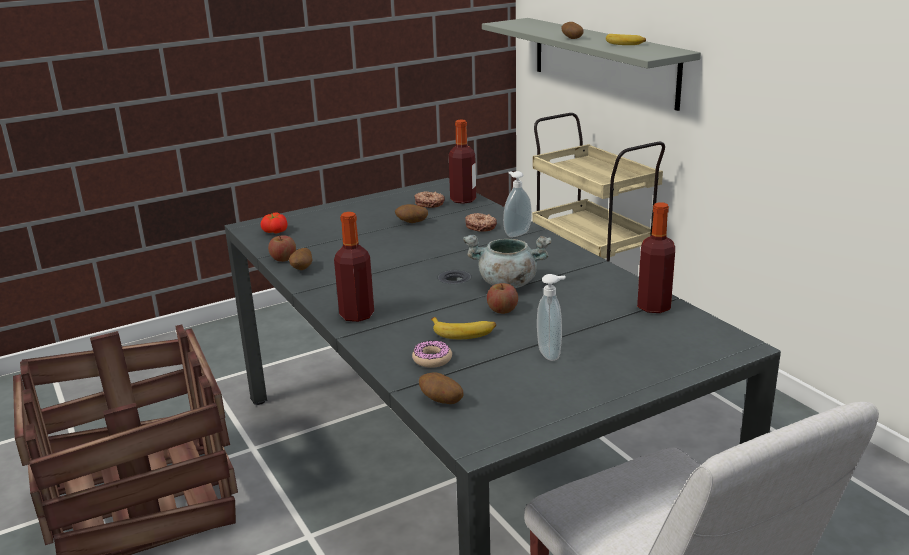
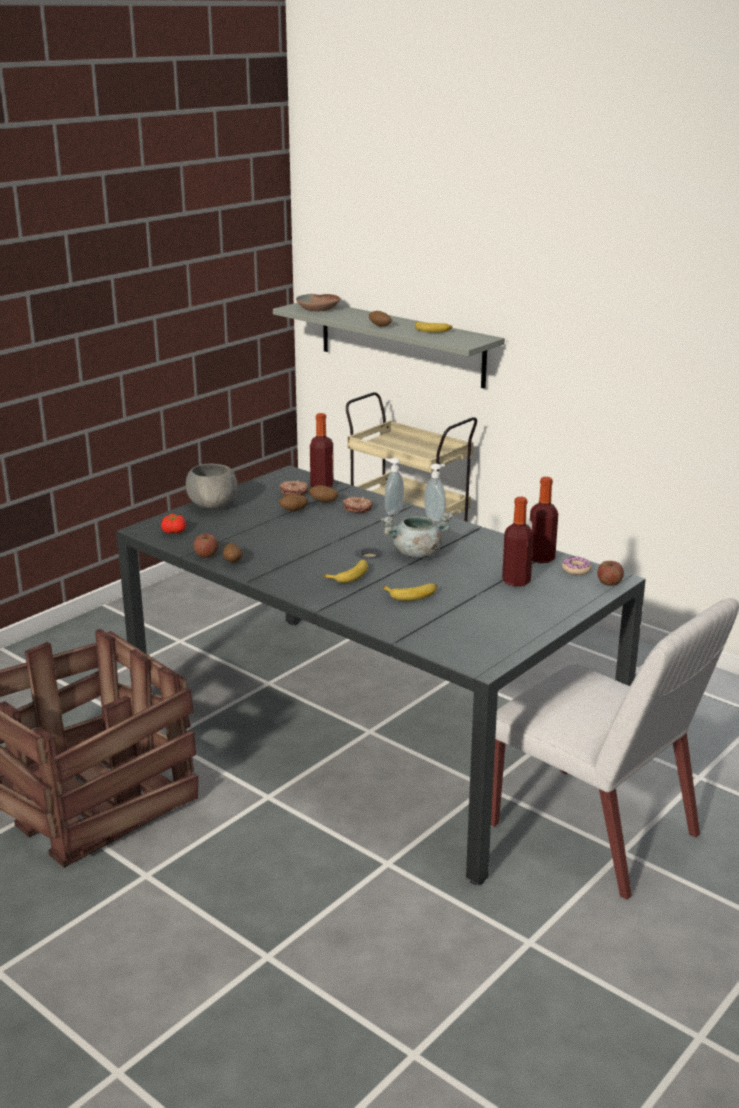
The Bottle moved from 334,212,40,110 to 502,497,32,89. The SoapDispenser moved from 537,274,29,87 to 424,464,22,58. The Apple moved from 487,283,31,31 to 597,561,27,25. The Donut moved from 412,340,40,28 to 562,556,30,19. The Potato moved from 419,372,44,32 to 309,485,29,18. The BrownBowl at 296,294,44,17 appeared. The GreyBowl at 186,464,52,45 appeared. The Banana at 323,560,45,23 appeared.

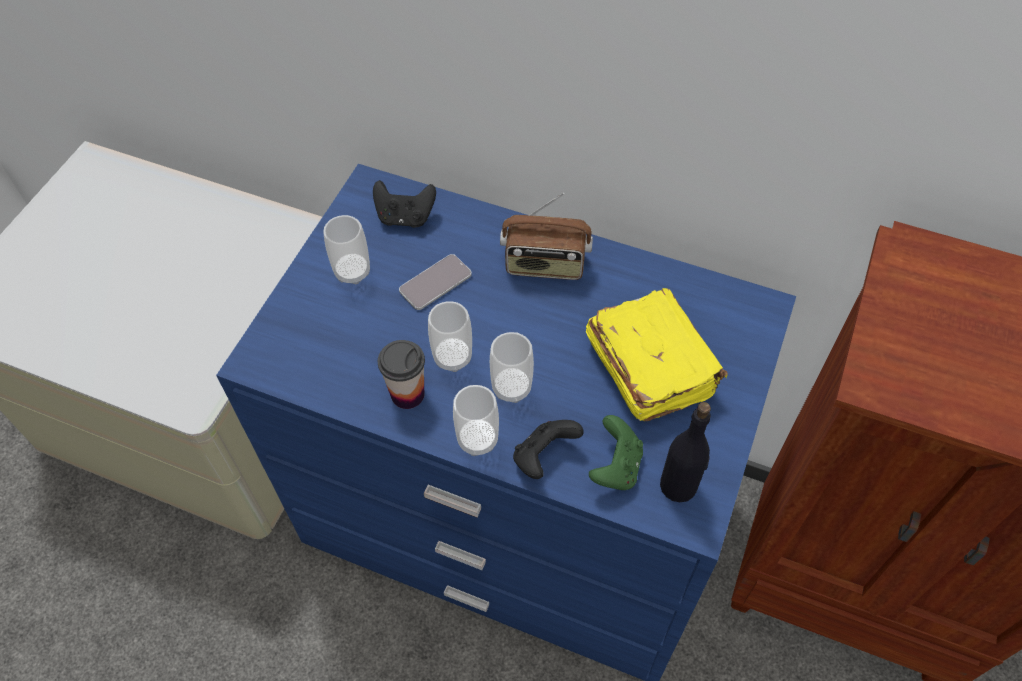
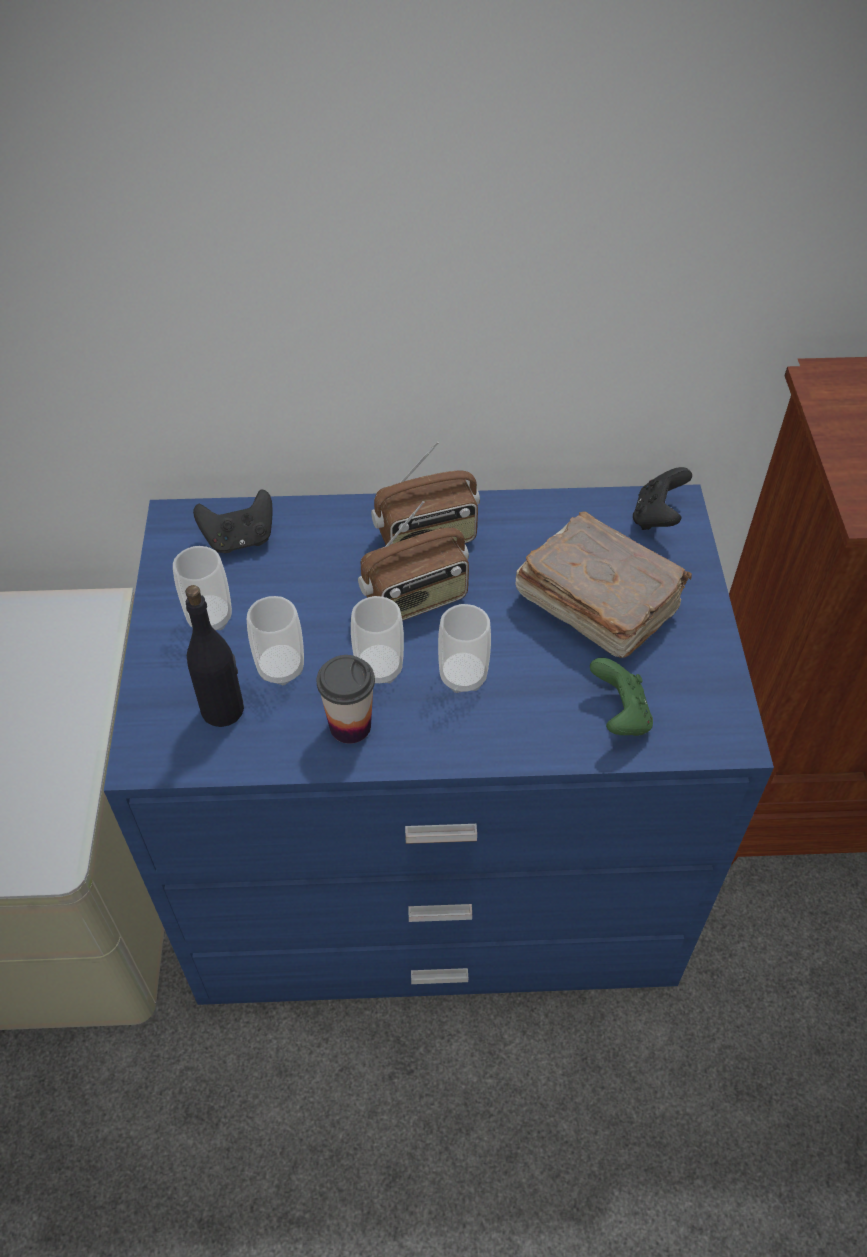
The Phone at 399,254,73,56 disappeared. The YellowBook at 586,288,142,133 became the BrownBook at 515,511,177,147. The Cup moved from 453,385,46,71 to 247,596,57,90. The BlackBottle moved from 660,402,51,100 to 185,585,59,142. The BlackGameController moved from 513,420,71,59 to 633,467,59,63. The Radio at 358,501,111,120 appeared.

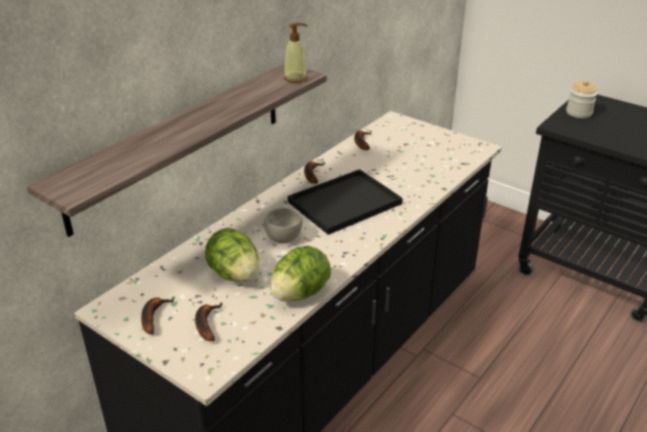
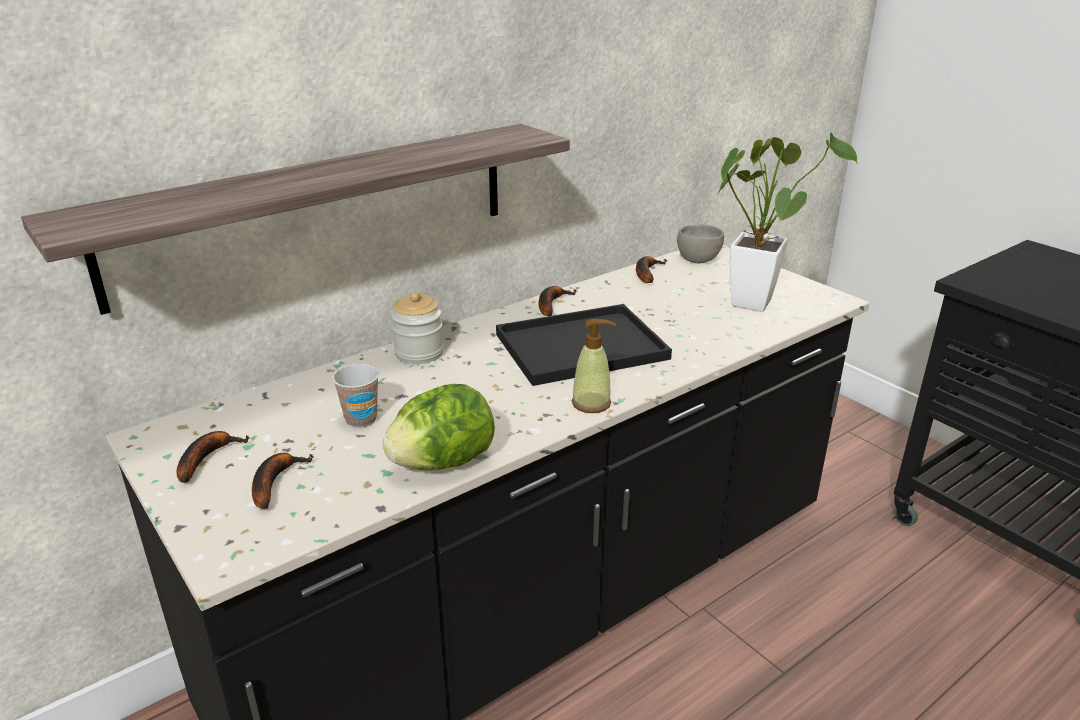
The SoapDispenser moved from 284,23,24,60 to 572,319,44,94. The Jar moved from 566,80,31,38 to 391,292,53,72. The GreyBowl moved from 264,208,38,36 to 677,224,47,39. The Lettuce at 205,228,54,54 was replaced by the Cup at 332,364,47,64. The PottedPlant at 716,133,141,179 appeared.

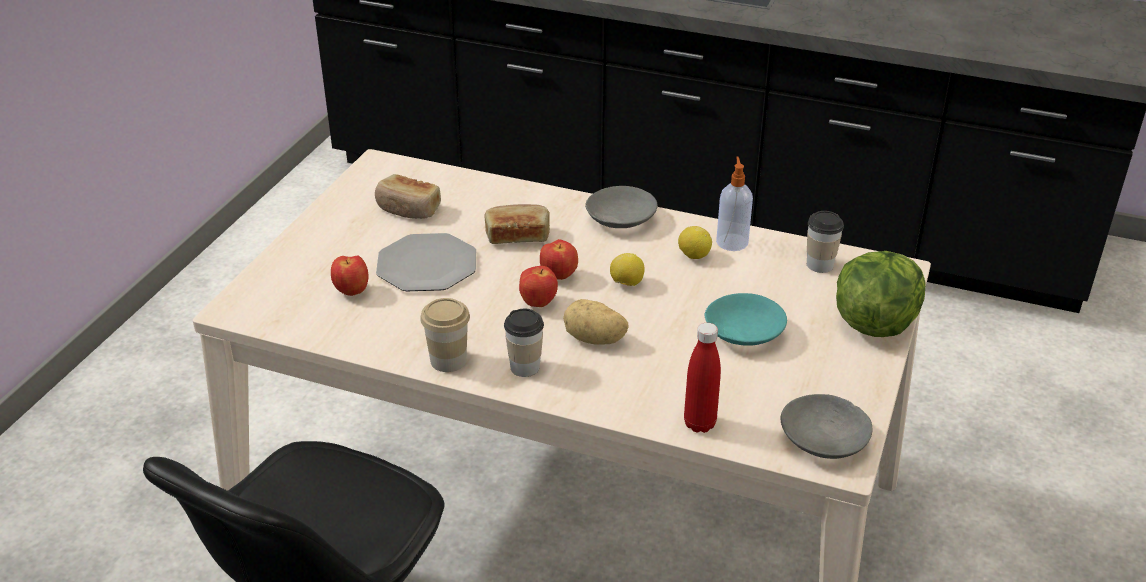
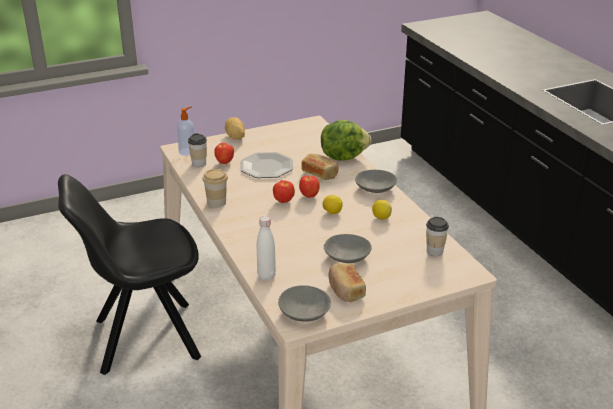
The SoapDispenser moved from 716,156,37,95 to 177,106,17,50. The Bread moved from 375,174,66,45 to 329,263,37,39. The Lettuce moved from 836,251,90,86 to 321,120,50,41. The TurquoiseBowl at 705,293,82,53 became the GreyBowl at 324,234,48,29. The Potato moved from 563,299,65,46 to 225,117,20,23. The Cup moved from 504,309,40,68 to 188,133,19,34. The RedBottle at 684,323,37,110 became the WhiteBottle at 257,216,19,65.

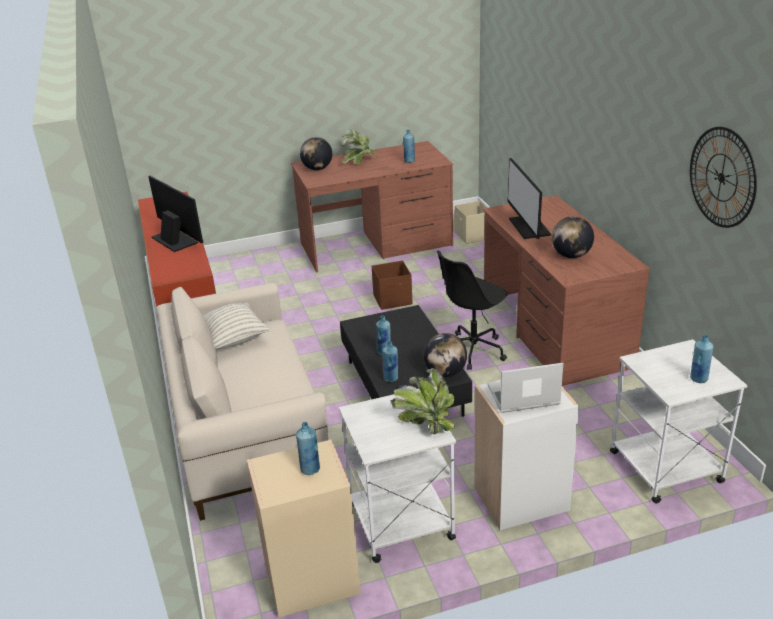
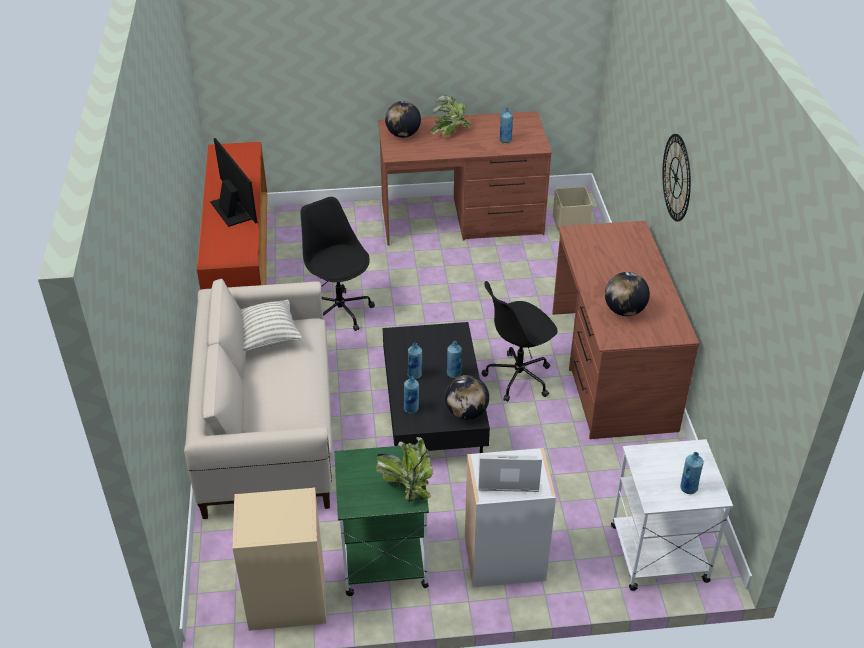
The WallClock moved from 690,127,67,101 to 662,134,29,88. The Monitor at 507,158,44,81 disappeared. The BrownStorageBox at 372,260,40,50 disappeared. The WhiteCart at 339,389,117,174 became the GreenCart at 334,444,95,152. The BlueBottle moved from 296,422,24,53 to 447,341,15,37. The BlackOfficeChair at 301,197,74,134 appeared.

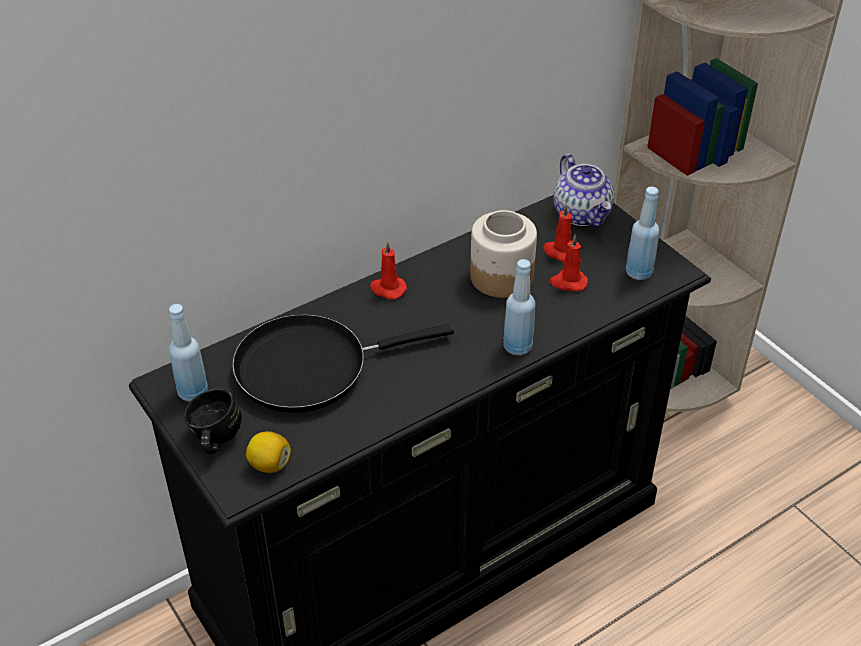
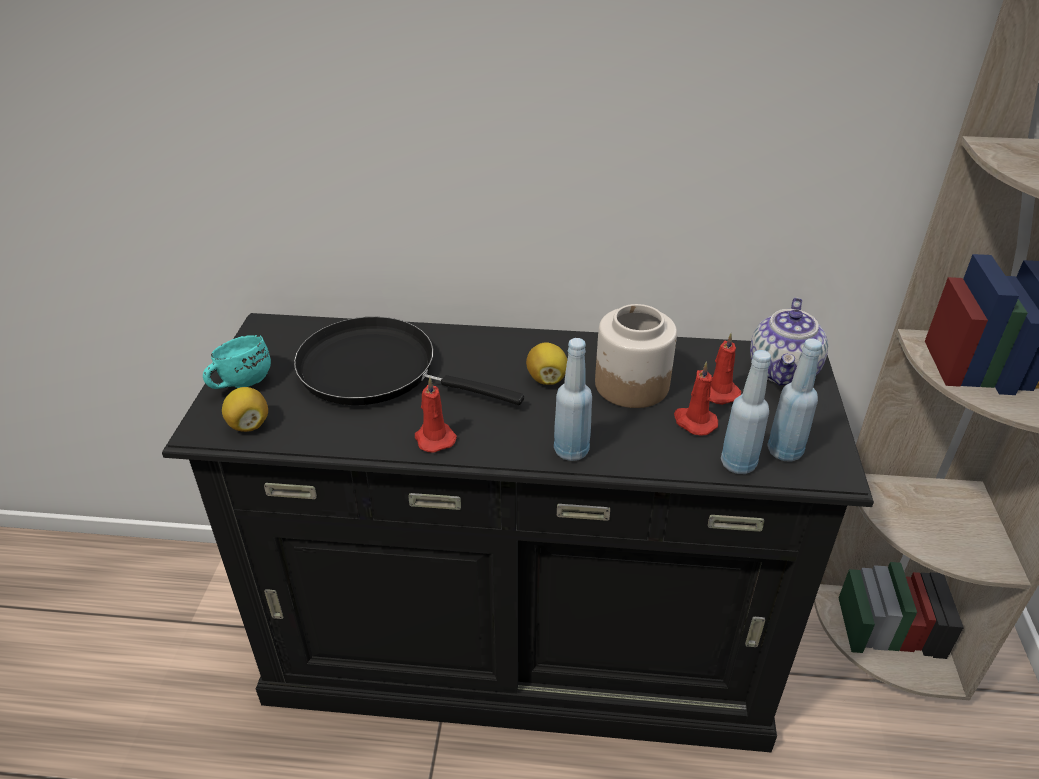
The RedCandle moved from 370,241,37,59 to 415,377,42,76. The BlueBottle moved from 169,304,39,98 to 721,350,50,124. The BlackMug at 184,388,58,66 became the TurquoiseMug at 203,335,68,54. The Lemon at 526,342,41,43 appeared.

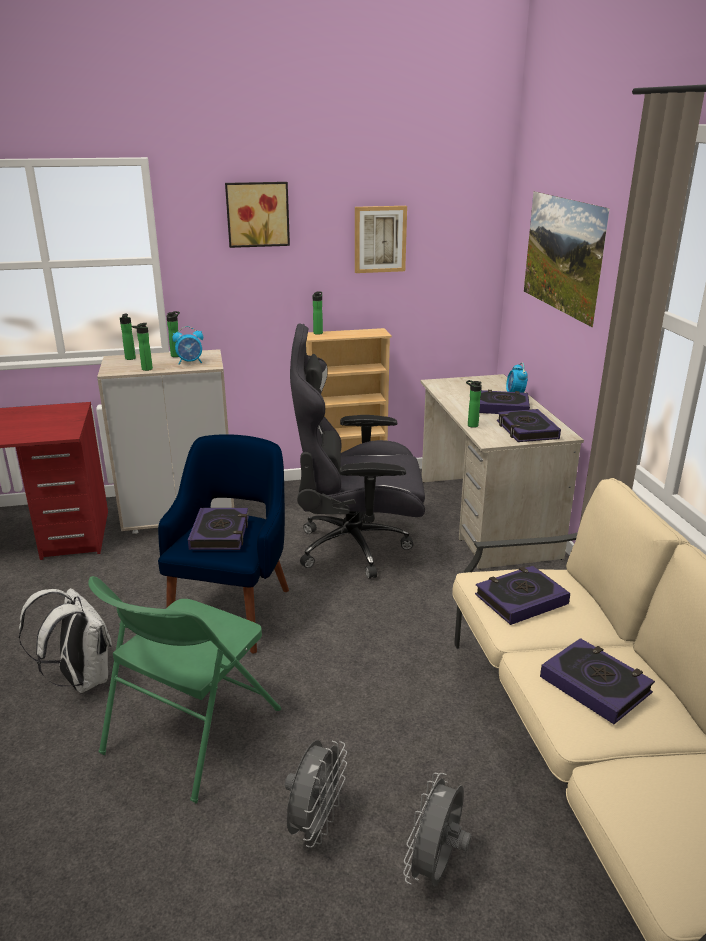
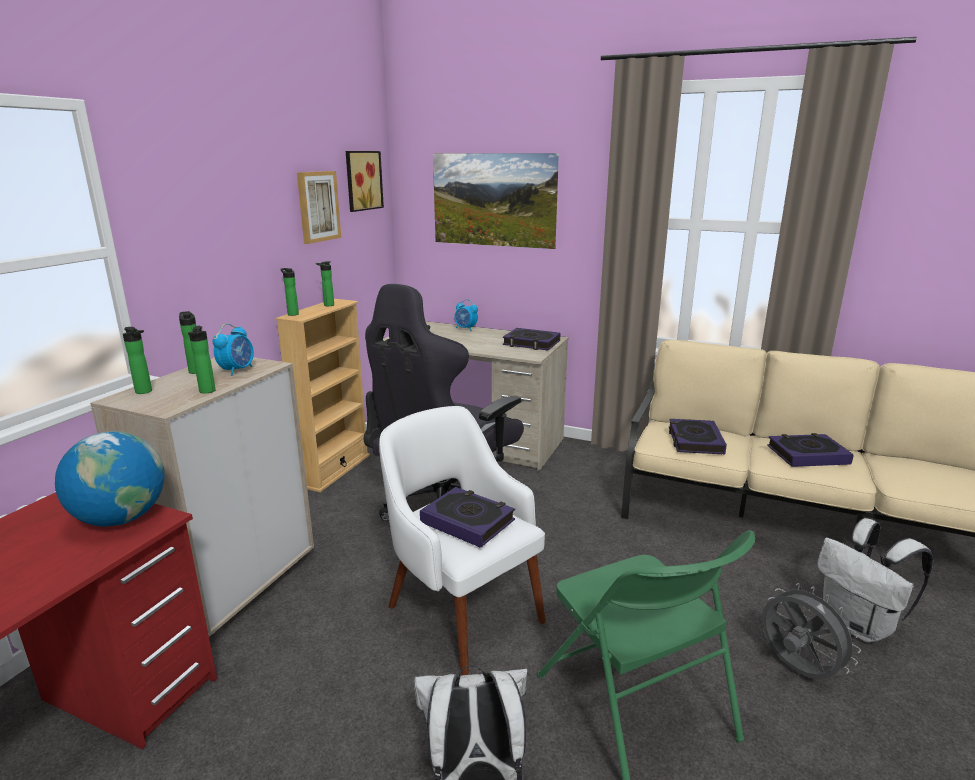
The Picture moved from 225,182,65,66 to 346,151,38,61. The Bottle moved from 466,380,16,48 to 316,261,18,45. The Book at 479,390,51,24 disappeared. The BlueArmchair at 158,434,131,220 became the WhiteArmchair at 379,406,167,270. The GreyFan at 403,773,69,114 was replaced by the WhiteBackpack at 817,518,116,125. The Globe at 55,431,110,95 appeared.

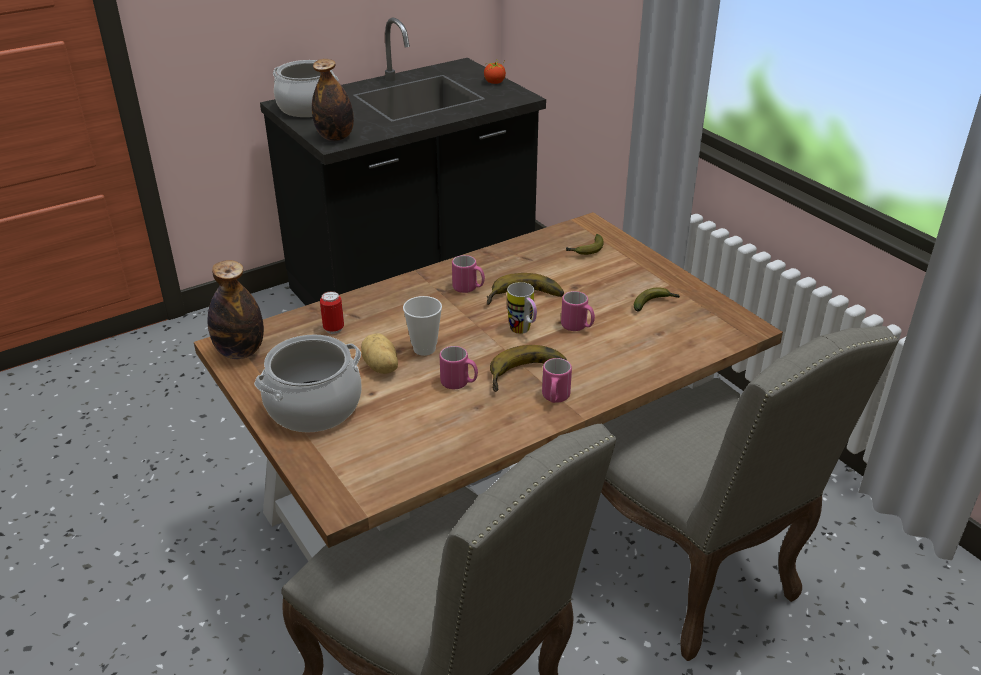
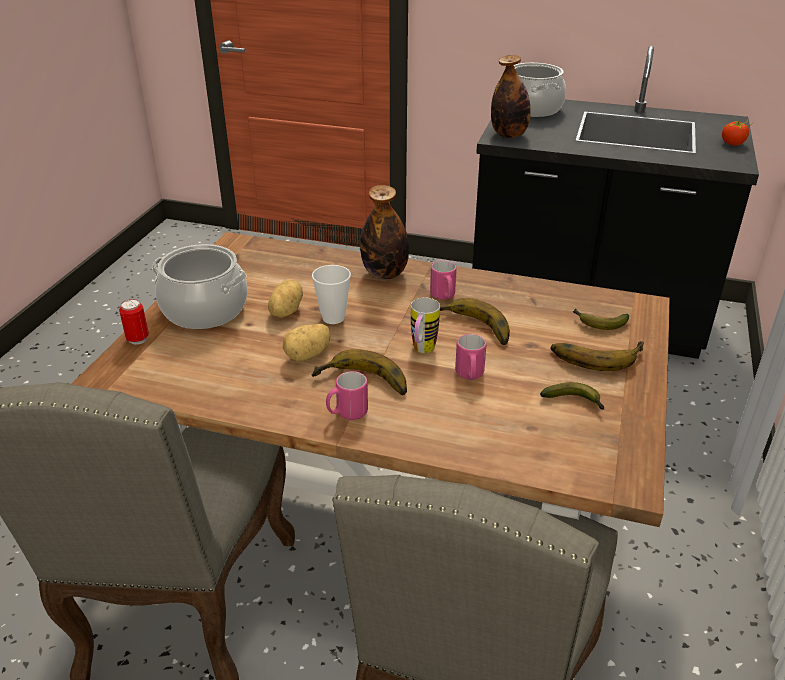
The Bottle moved from 208,260,56,99 to 360,185,49,94. The Can moved from 320,291,24,43 to 119,299,30,46. The PinkMug at 440,346,38,43 was replaced by the Potato at 283,324,47,38. The Banana at 551,341,93,30 appeared.

